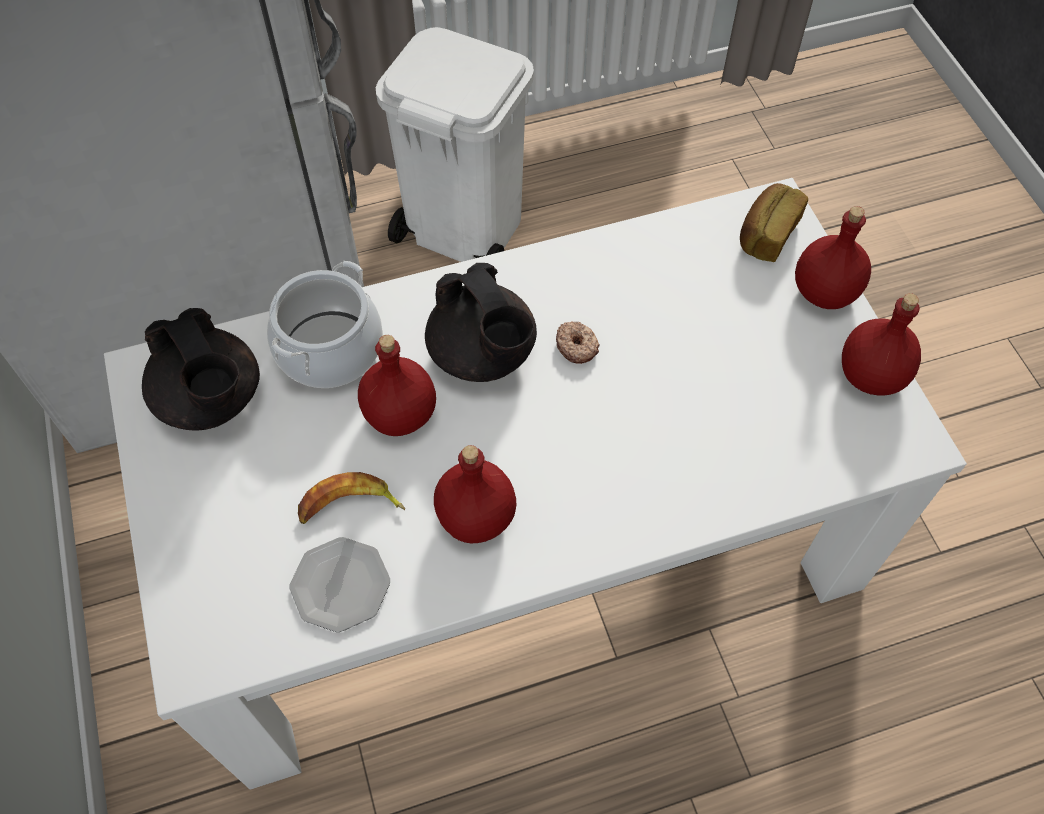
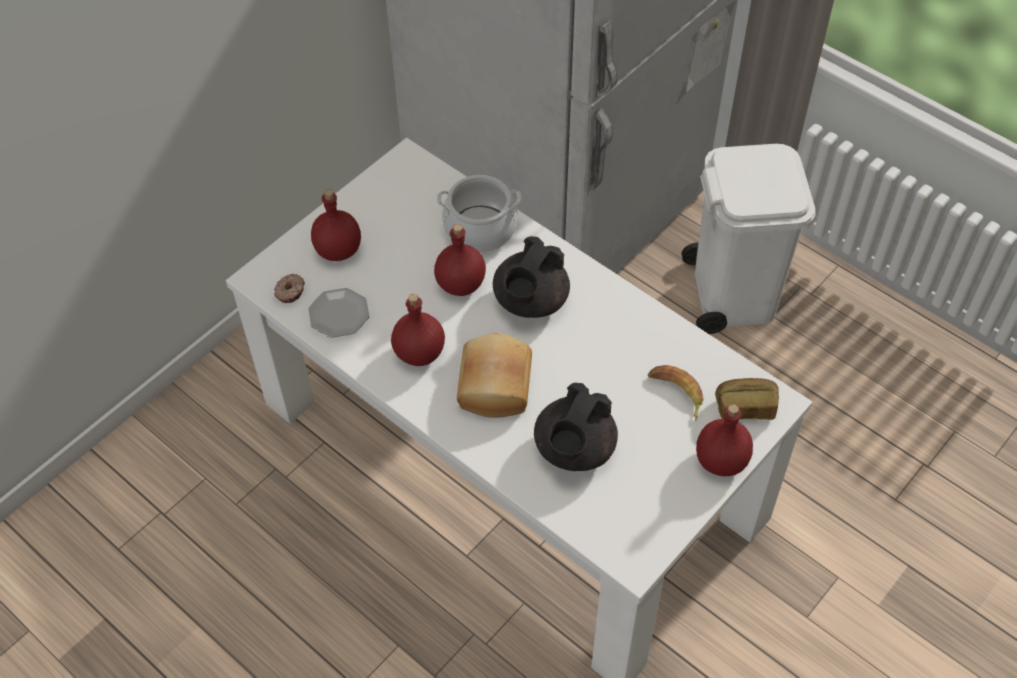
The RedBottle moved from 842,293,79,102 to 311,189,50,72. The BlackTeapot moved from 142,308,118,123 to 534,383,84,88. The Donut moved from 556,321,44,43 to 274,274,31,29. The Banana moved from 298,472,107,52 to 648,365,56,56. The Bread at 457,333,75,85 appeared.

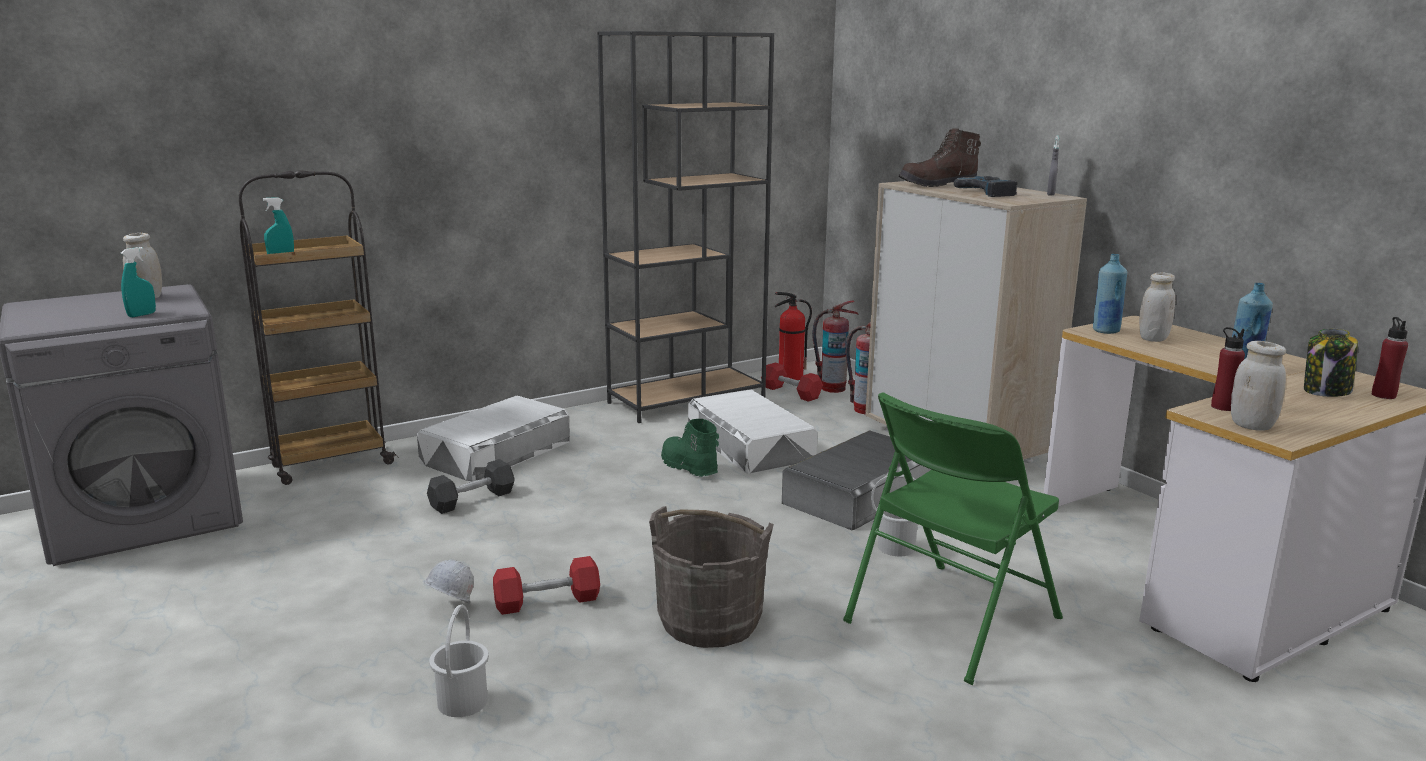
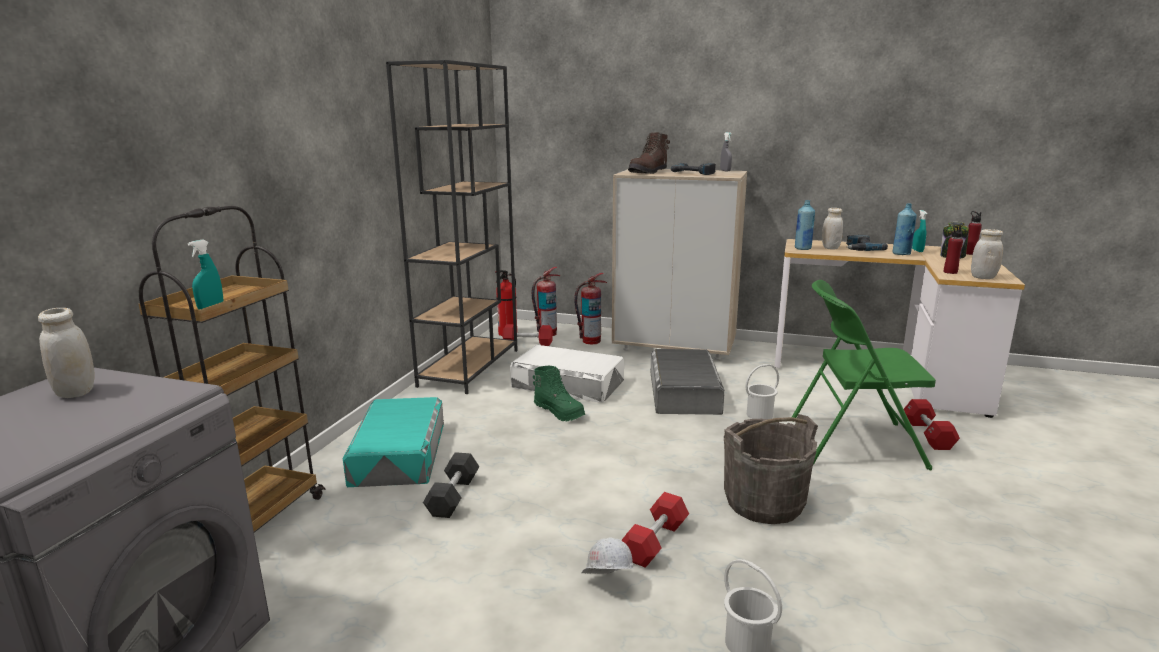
The TurquoiseSprayBottle moved from 121,247,35,70 to 912,210,15,42. The GreenChair at 843,393,220,292 turned 90 degrees clockwise. The WhiteStorageBox at 417,396,153,86 became the TurquoiseStorageBox at 343,397,101,90. The GreenBoot at 661,419,58,58 turned 150 degrees counterclockwise. The PowerDrill at 846,235,42,16 appeared. The RedDumbbell at 904,399,56,51 appeared.

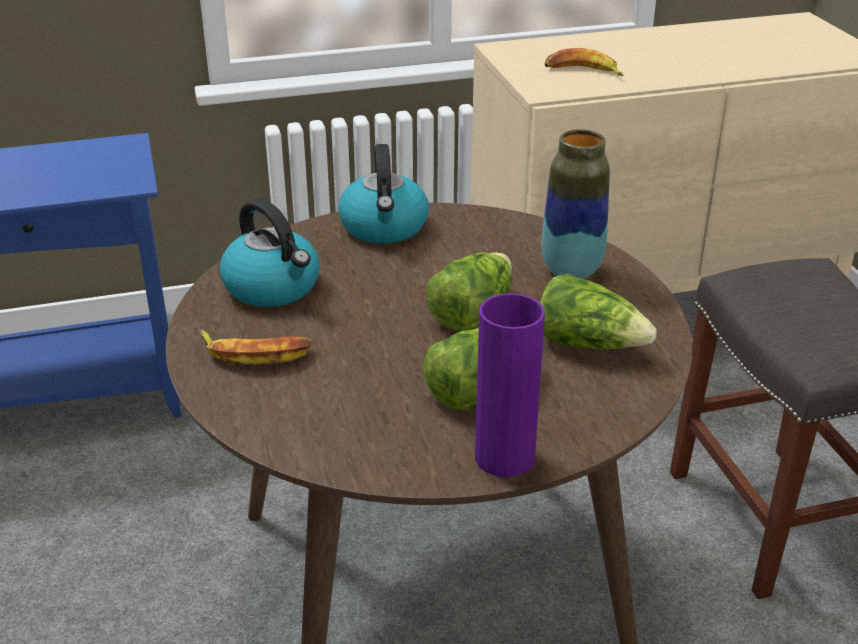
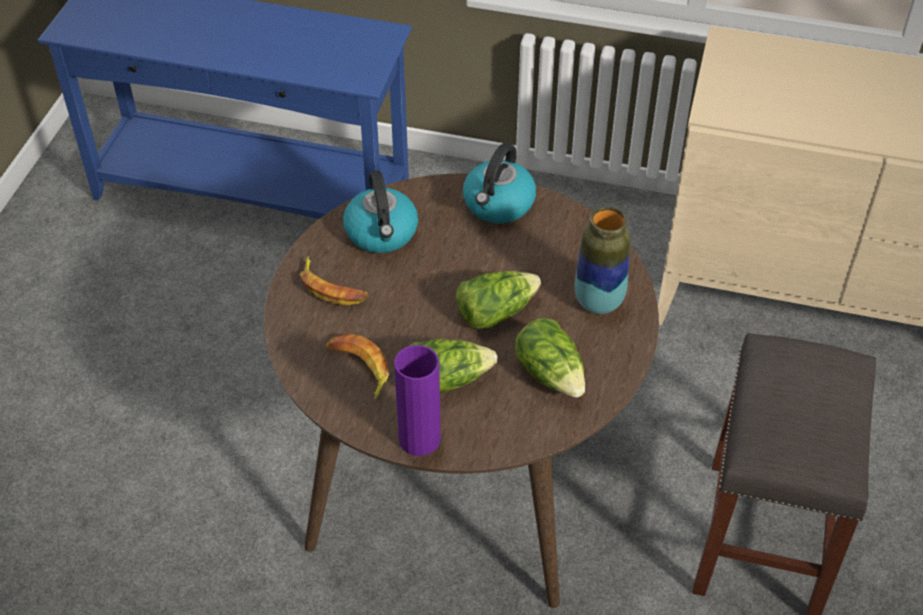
The Banana moved from 545,48,78,28 to 326,333,63,67.

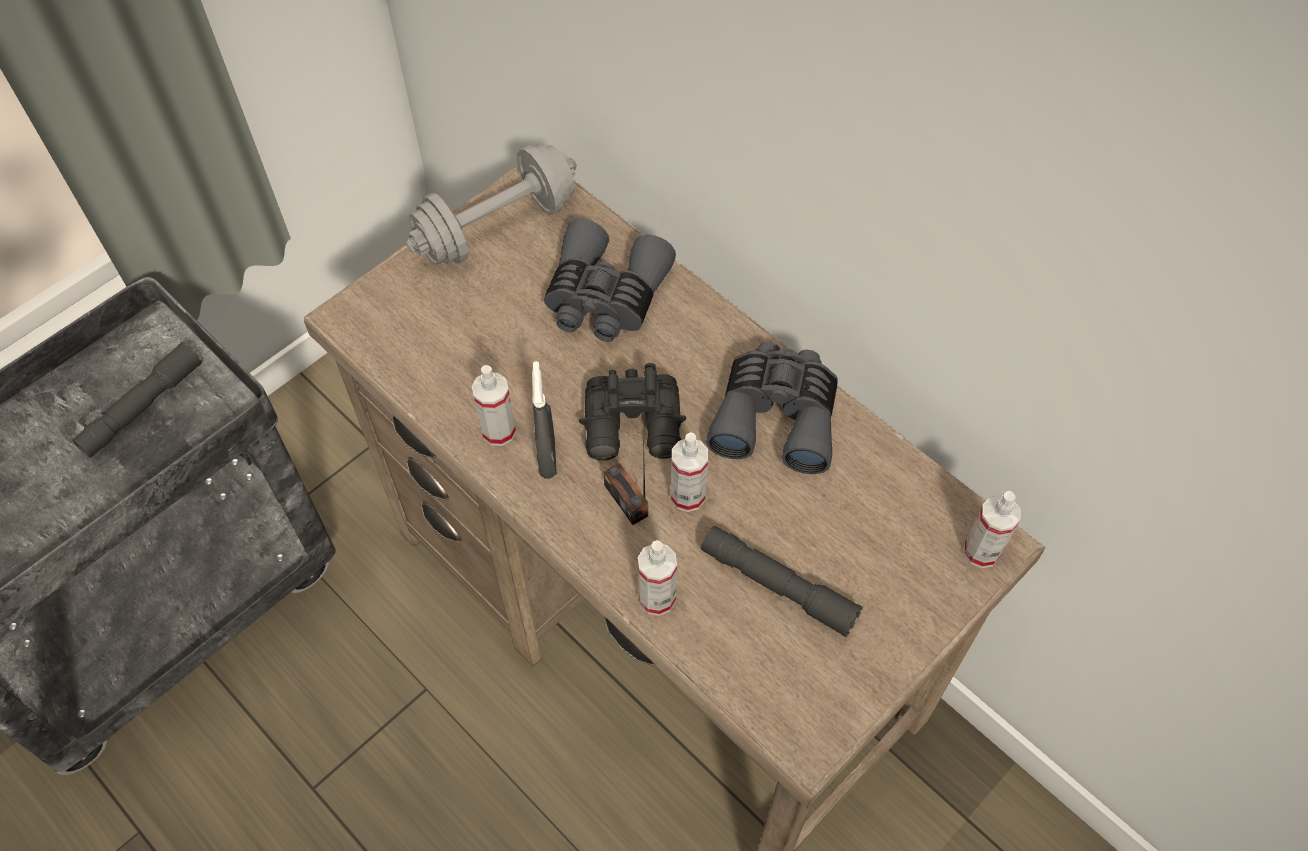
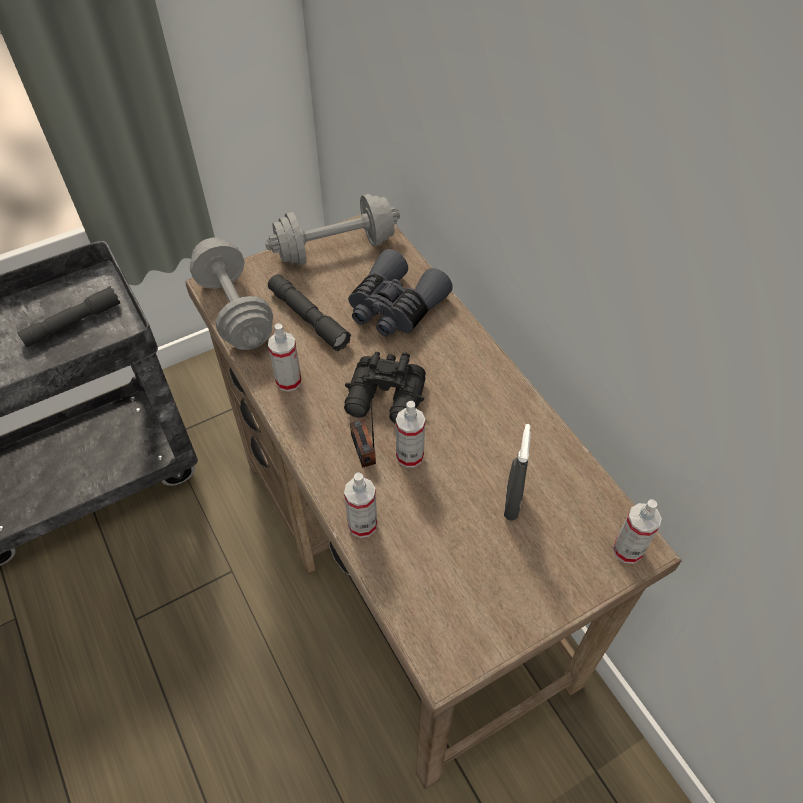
The GreyBinoculars at 706,342,132,132 disappeared. The GreySprayBottle moved from 532,361,25,118 to 504,424,27,97. The GreyFlashlight moved from 701,526,162,111 to 268,274,83,77. The GreyDumbbell at 190,237,83,113 appeared.

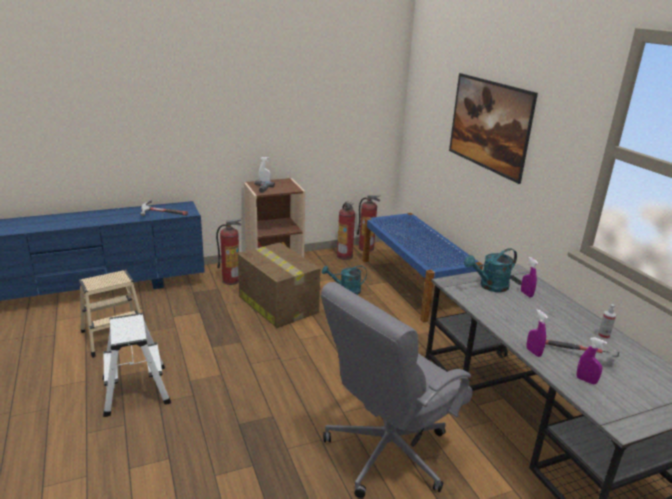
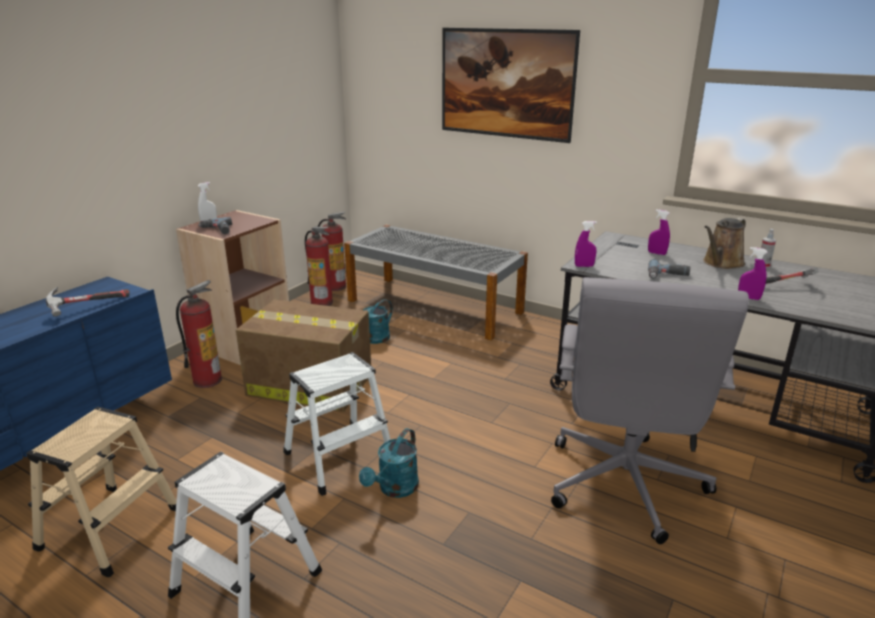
The BlueBench at 362,213,121,109 became the GreyBench at 344,225,184,116. The TurquoiseWateringCan moved from 464,248,53,44 to 359,428,60,70. The PurpleSprayBottle moved from 576,337,31,47 to 575,221,22,46. The BrownWateringCan at 703,218,43,51 appeared. The PowerDrill at 648,259,42,20 appeared. The WhiteStepLadder at 283,352,108,144 appeared.

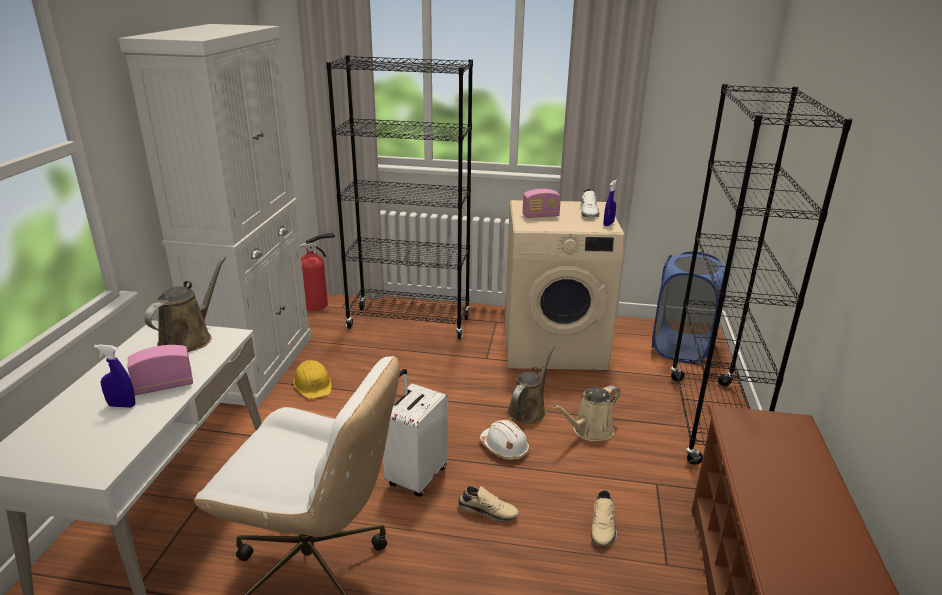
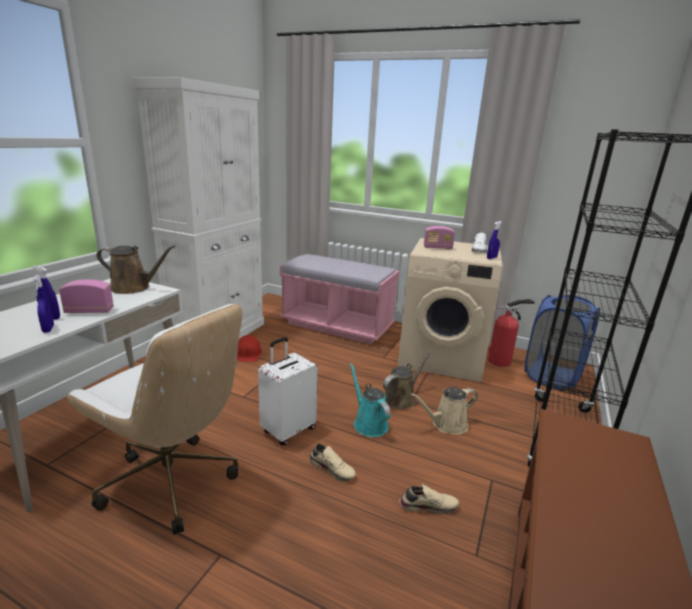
The BlackBookcase at 326,55,147,284 was replaced by the PinkBench at 280,254,119,90. The FireExtinguisher moved from 300,232,35,79 to 488,299,47,68. The BrownWateringCan at 144,257,82,95 turned 60 degrees clockwise. The YellowHardHat at 293,360,39,39 became the RedHardHat at 237,335,25,27. The WhiteHardHat at 480,420,50,40 was replaced by the TurquoiseWateringCan at 350,363,41,74. The BeigeShoe at 591,490,26,56 turned 120 degrees counterclockwise. The BlueSprayBottle at 33,275,21,58 appeared.

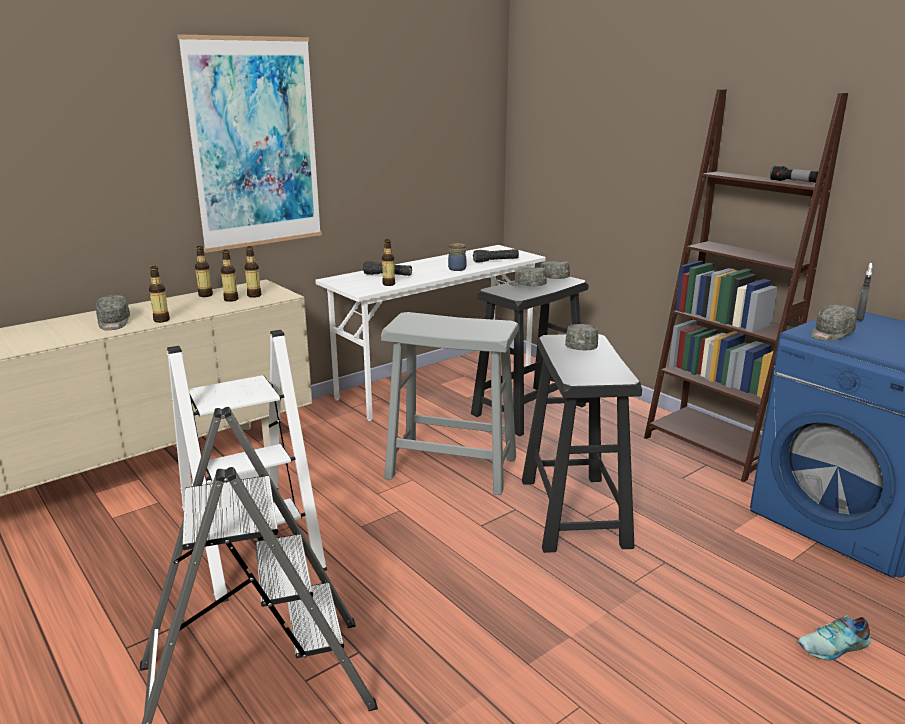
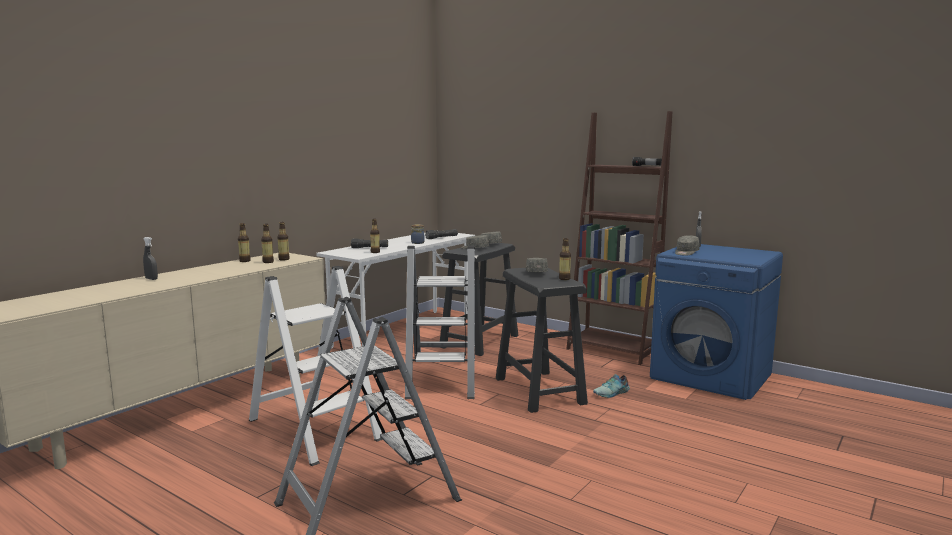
The Picture at 177,35,145,218 disappeared. The Bottle moved from 149,266,21,57 to 559,238,12,42. The GreyCap at 96,295,34,35 disappeared. The GreyStool at 381,312,138,183 was replaced by the GreyStepLadder at 405,246,70,153. The Shoe moved from 798,615,73,45 to 593,374,37,24. The GreySprayBottle at 143,237,15,43 appeared.

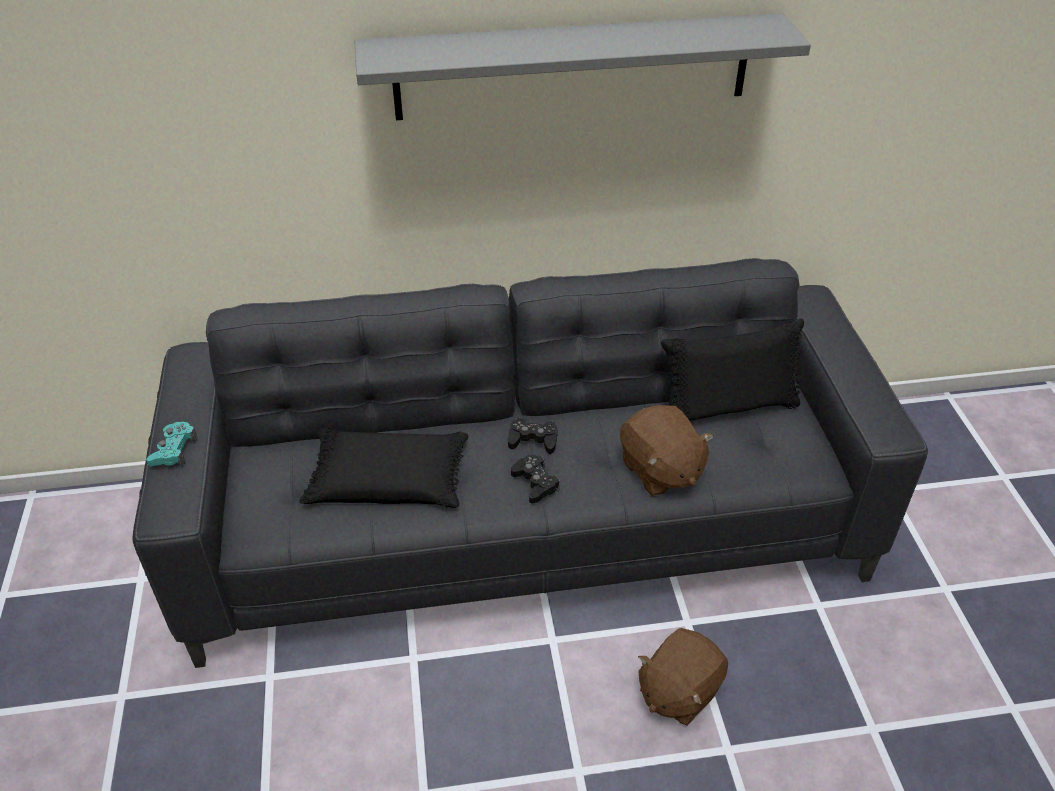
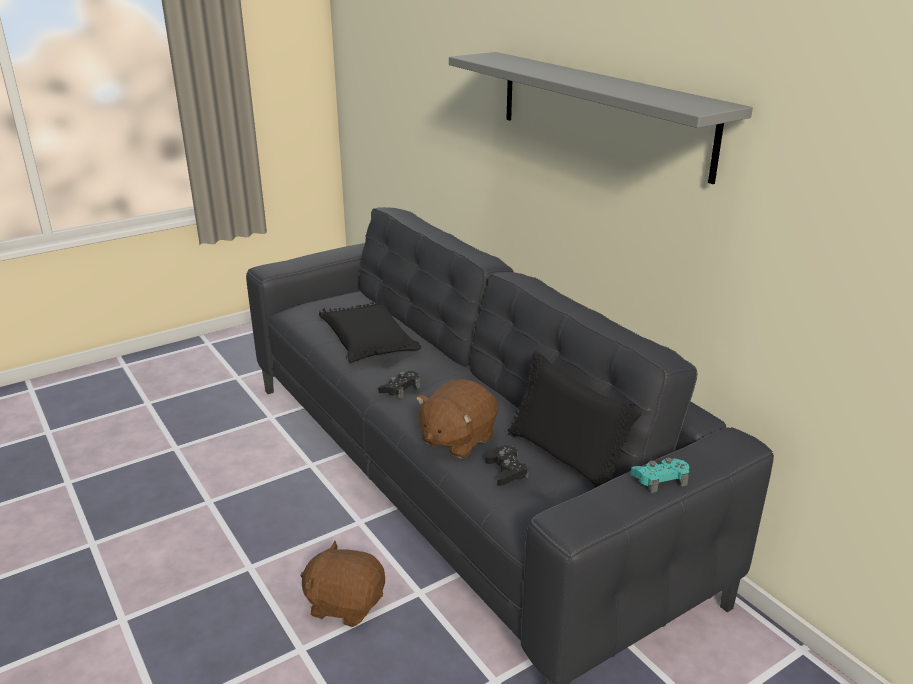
The BlackGameController moved from 508,417,50,37 to 486,445,42,41. The TurquoiseGameController moved from 146,422,51,45 to 631,457,58,36.

